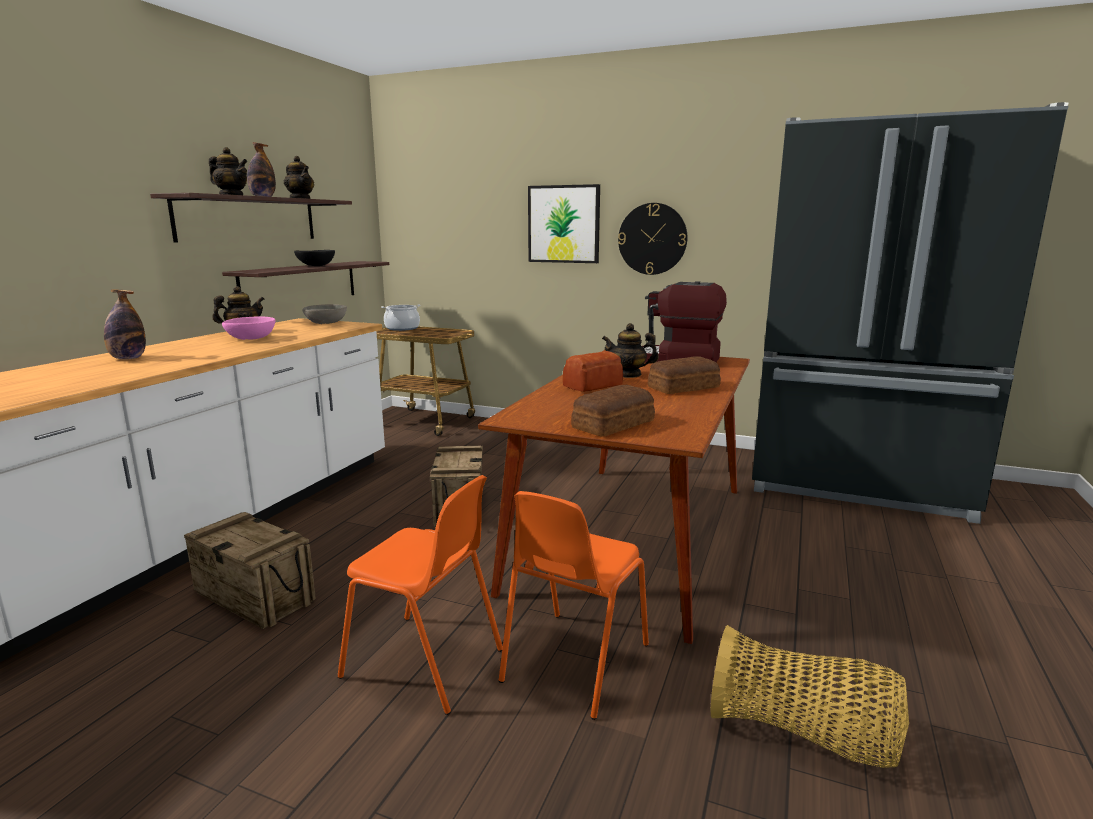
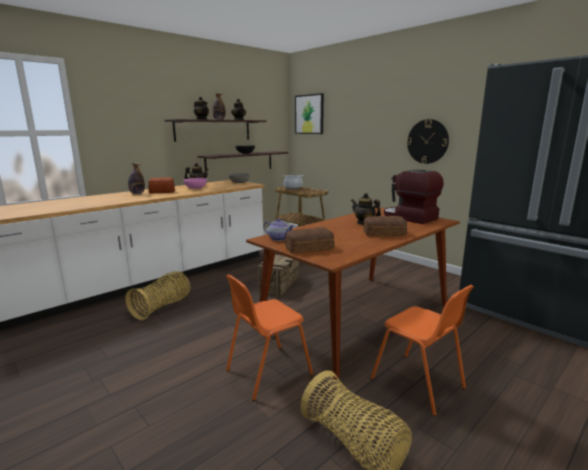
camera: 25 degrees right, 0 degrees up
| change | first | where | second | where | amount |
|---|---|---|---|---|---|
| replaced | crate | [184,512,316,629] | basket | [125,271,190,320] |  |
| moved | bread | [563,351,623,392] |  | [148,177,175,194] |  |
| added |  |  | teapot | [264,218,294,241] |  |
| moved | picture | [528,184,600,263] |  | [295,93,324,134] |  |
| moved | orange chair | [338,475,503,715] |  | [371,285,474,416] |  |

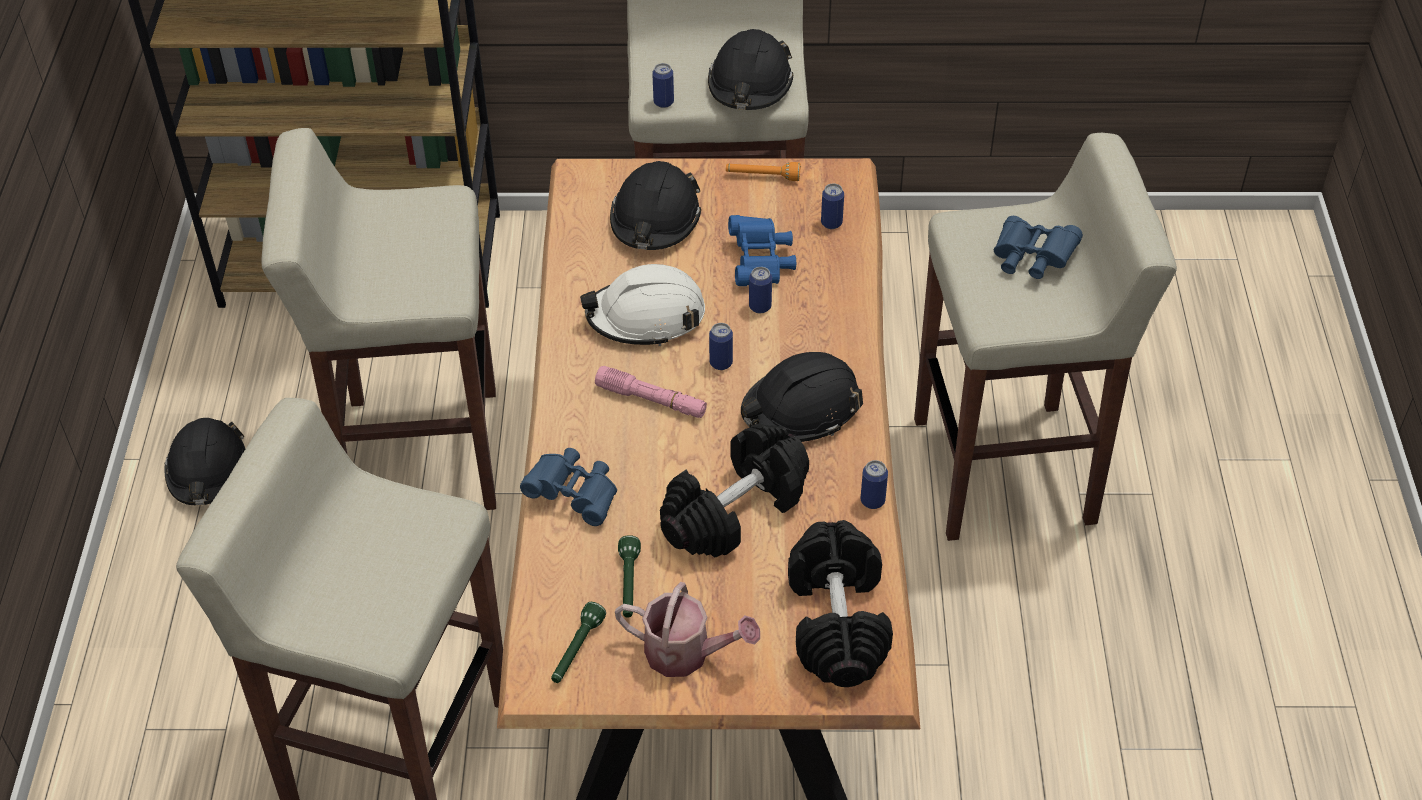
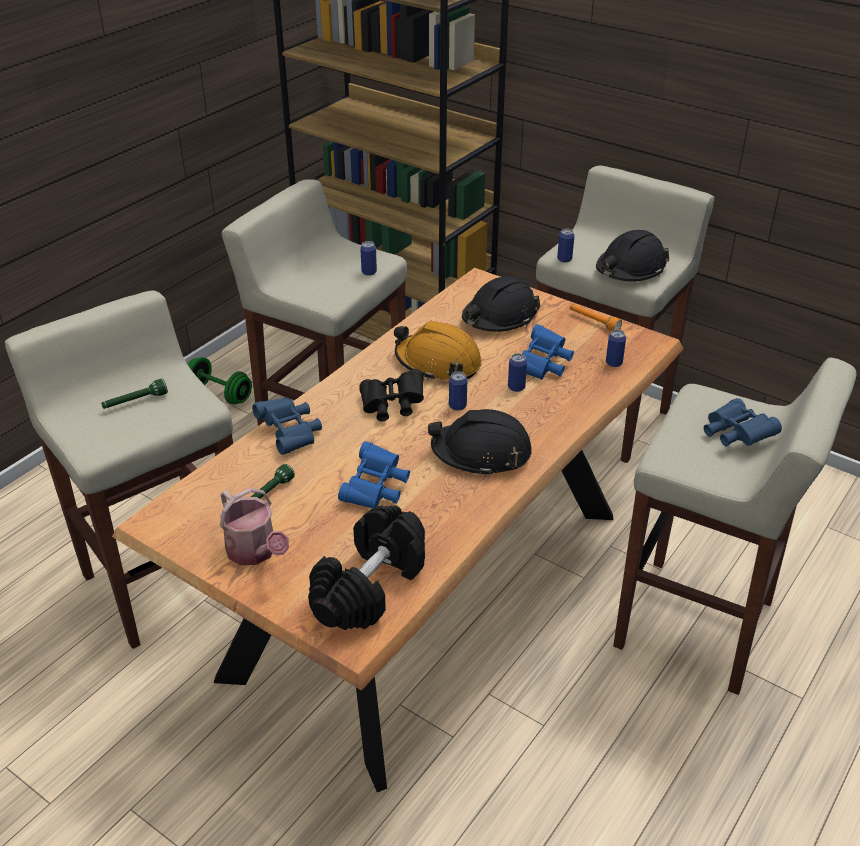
camera: 35 degrees right, 10 degrees down
| change | first | where | second | where | amount |
|---|---|---|---|---|---|
| moved | green flashlight | [551,602,606,683] |  | [101,379,168,409] |  |
| replaced | black hard hat | [164,418,245,505] | green dumbbell | [187,357,252,405] |  |
| replaced | black dumbbell | [660,424,809,558] | blue binoculars | [338,441,410,508] |  |
| moved | can | [861,460,888,509] |  | [360,241,377,276] |  |
| replaced | pink flashlight | [595,366,707,418] | black binoculars | [360,369,424,421] |  |
| recoloured | white hard hat | [580,264,705,346] | orange hard hat | [394,321,482,380] |  |

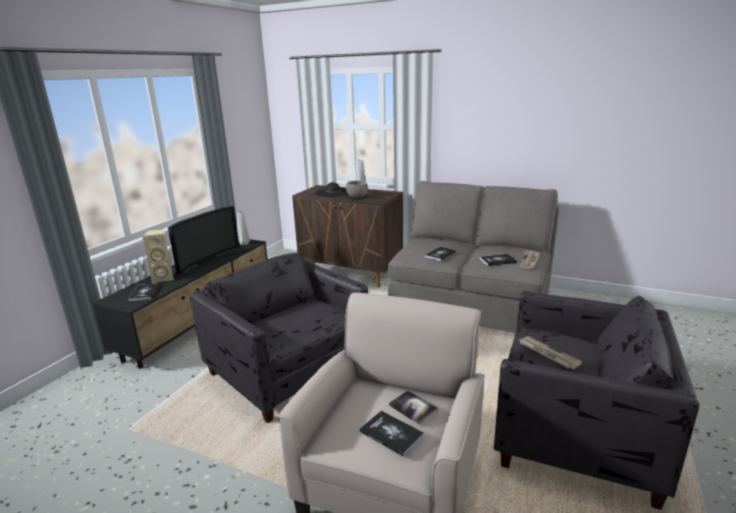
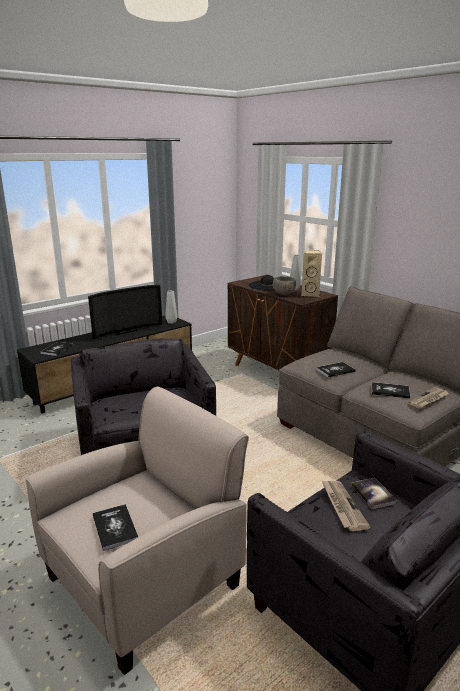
camera: 25 degrees right, 0 degrees up
| change | first | where | second | where | amount |
|---|---|---|---|---|---|
| moved | beige speaker | [142,229,174,283] |  | [301,250,322,297] |  |
| moved | book | [389,390,438,425] |  | [351,478,397,509] |  |

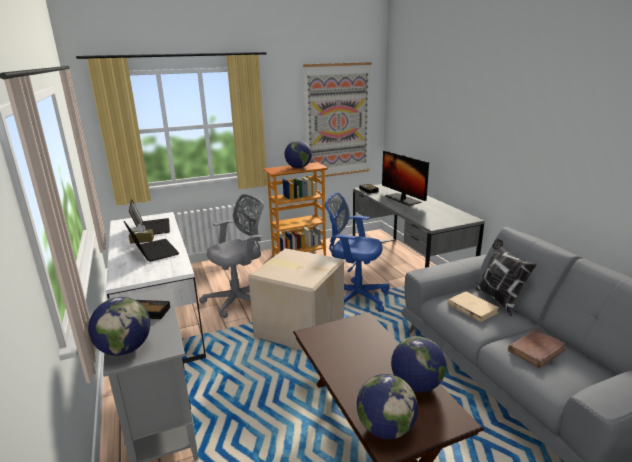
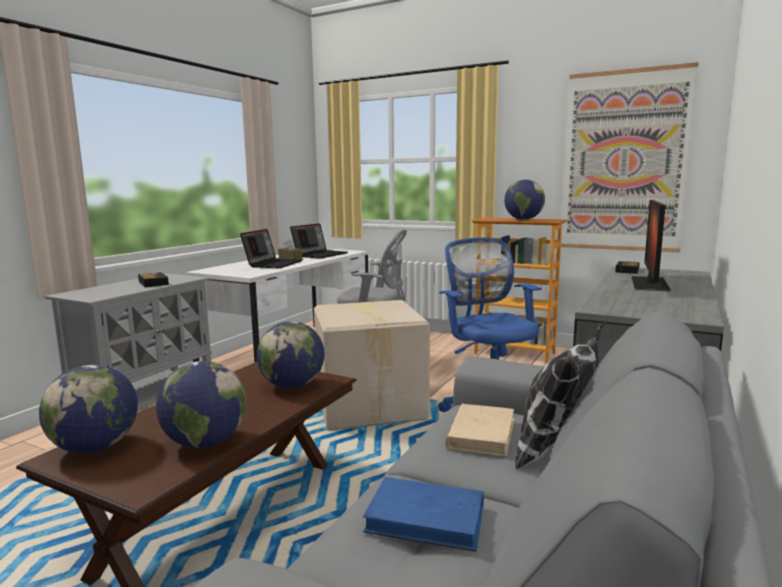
camera: 50 degrees right, 10 degrees down
| change | first | where | second | where | amount |
|---|---|---|---|---|---|
| moved | globe | [88,297,151,356] |  | [257,321,325,389] |  |
| recoloured | brown book | [508,329,567,368] | blue book | [363,477,484,552] |  |

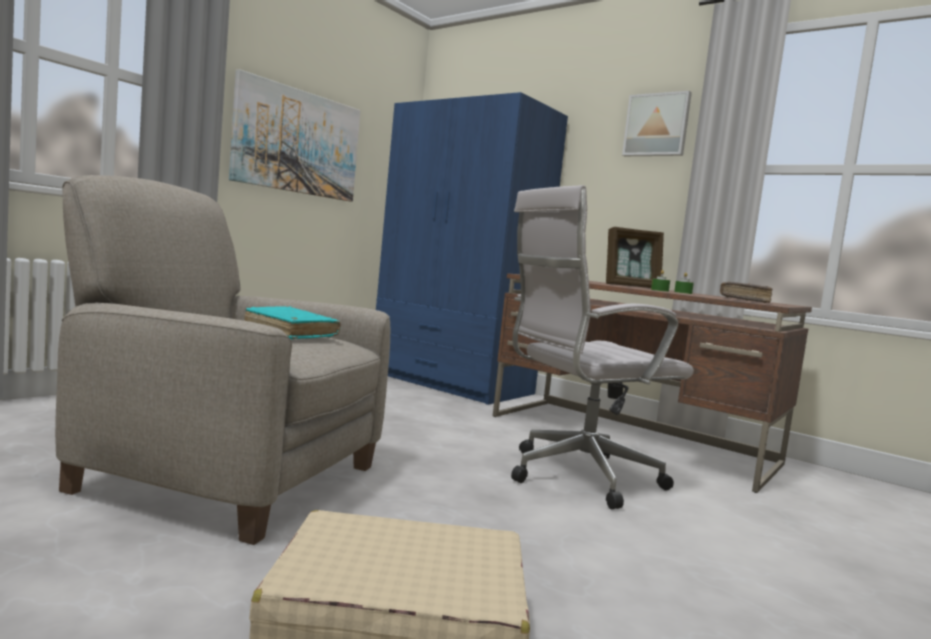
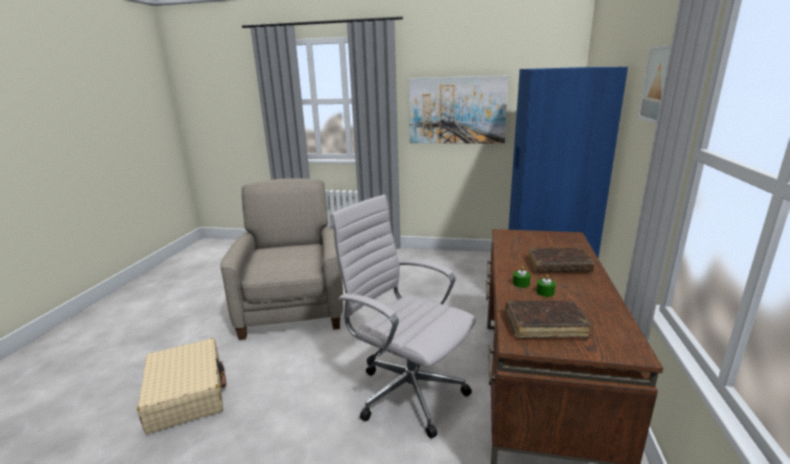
camera: 65 degrees right, 15 degrees up
| change | first | where | second | where | amount |
|---|---|---|---|---|---|
| replaced | picture frame | [606,227,664,288] | brown book | [528,248,595,272] |  |
| removed | turquoise book | [245,306,341,340] |  |  |  |

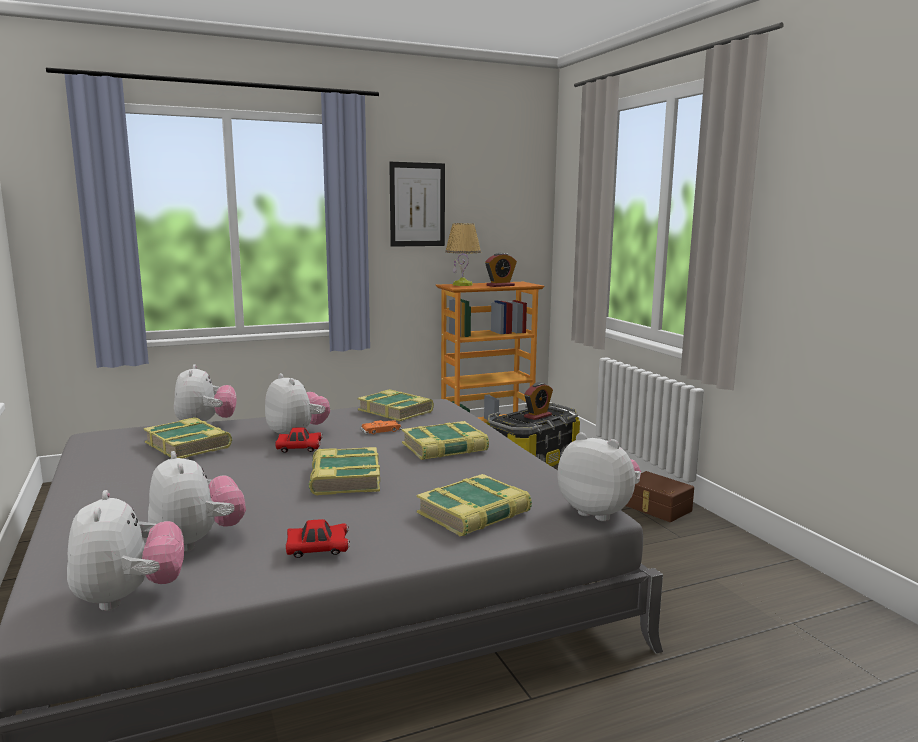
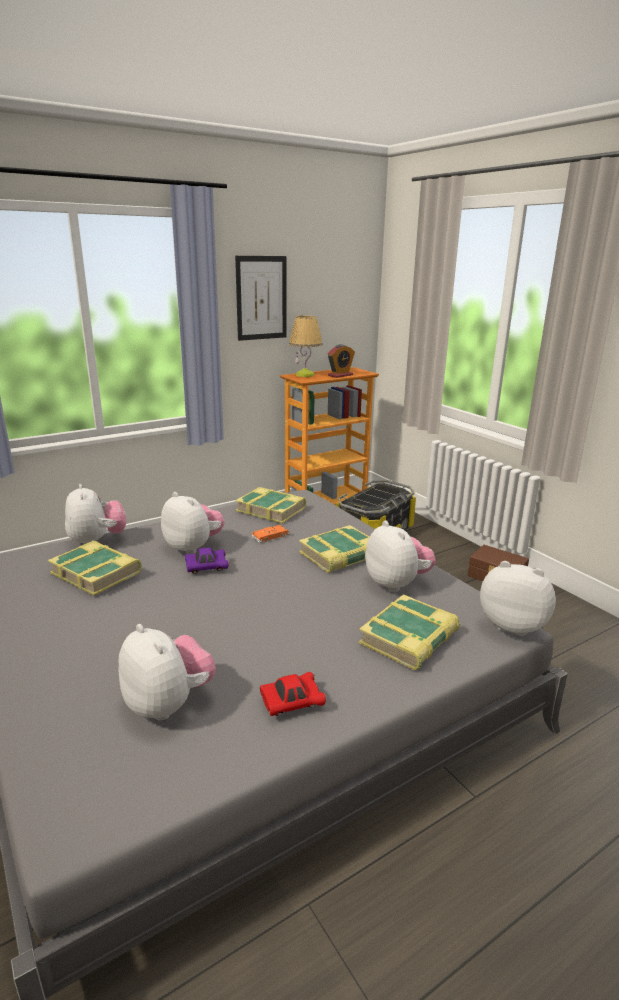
camera: 10 degrees left, 10 degrees up
| change | first | where | second | where | amount |
|---|---|---|---|---|---|
| recoloured | red toy car | [275,427,323,453] | purple toy car | [185,548,229,574] |  |
| moved | plush toy | [67,490,184,611] |  | [365,520,436,592] |  |
| removed | book | [309,447,380,496] |  |  |  |
| removed | alarm clock | [524,382,553,420] |  |  |  |

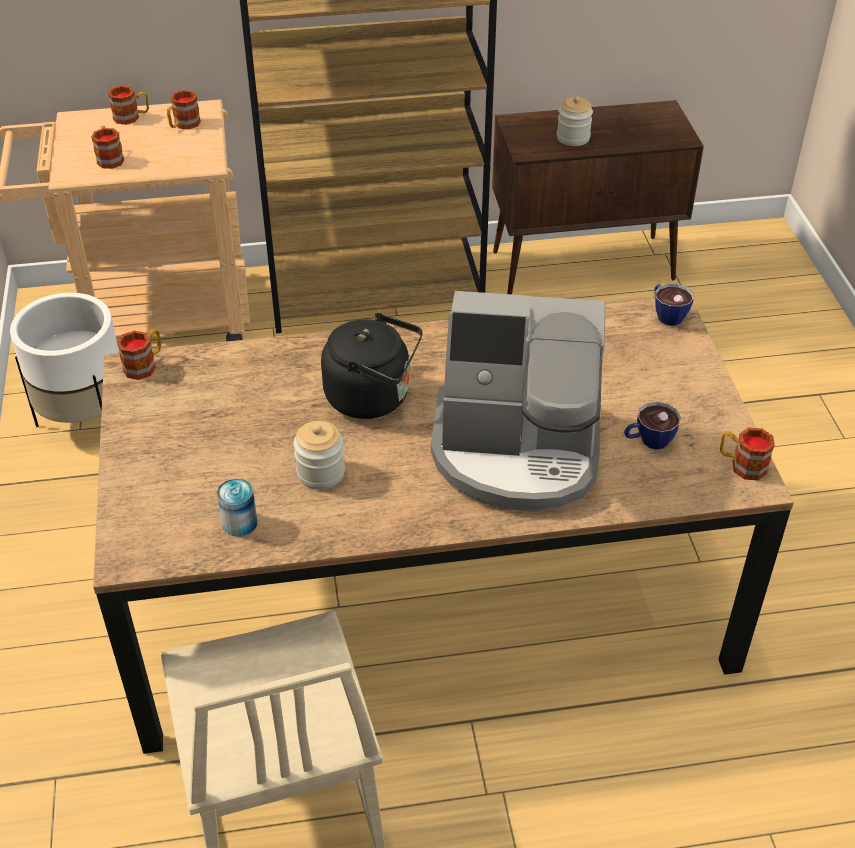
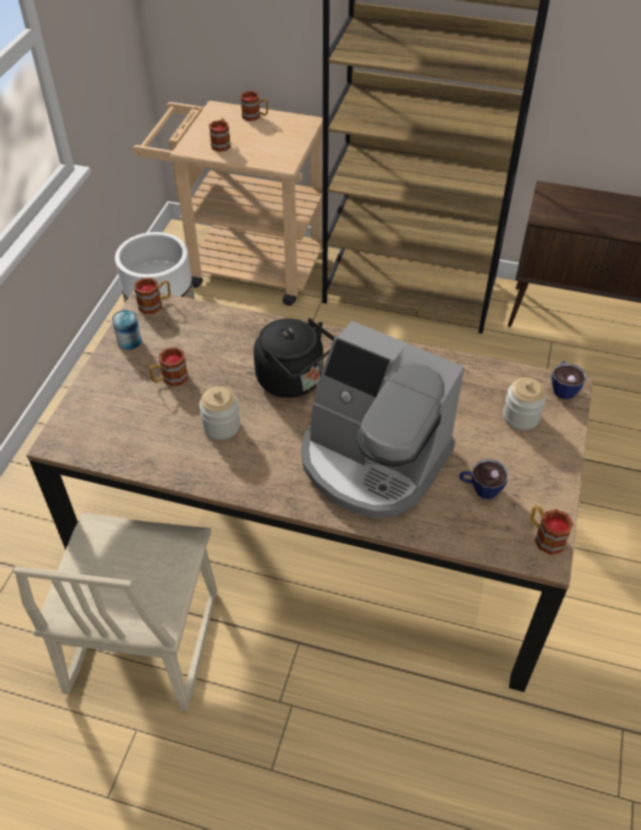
camera: 25 degrees right, 5 degrees up
| change | first | where | second | where | amount |
|---|---|---|---|---|---|
| moved | can | [217,479,258,537] |  | [112,310,142,350] |  |
| moved | mug | [167,90,201,129] |  | [149,347,188,387] |  |
| moved | jar | [557,96,593,146] |  | [503,378,546,430] |  |

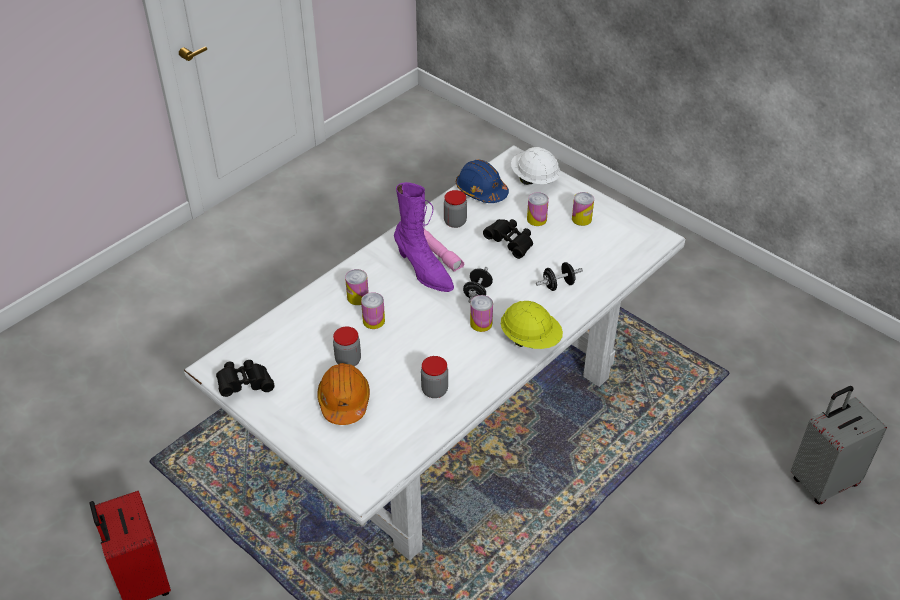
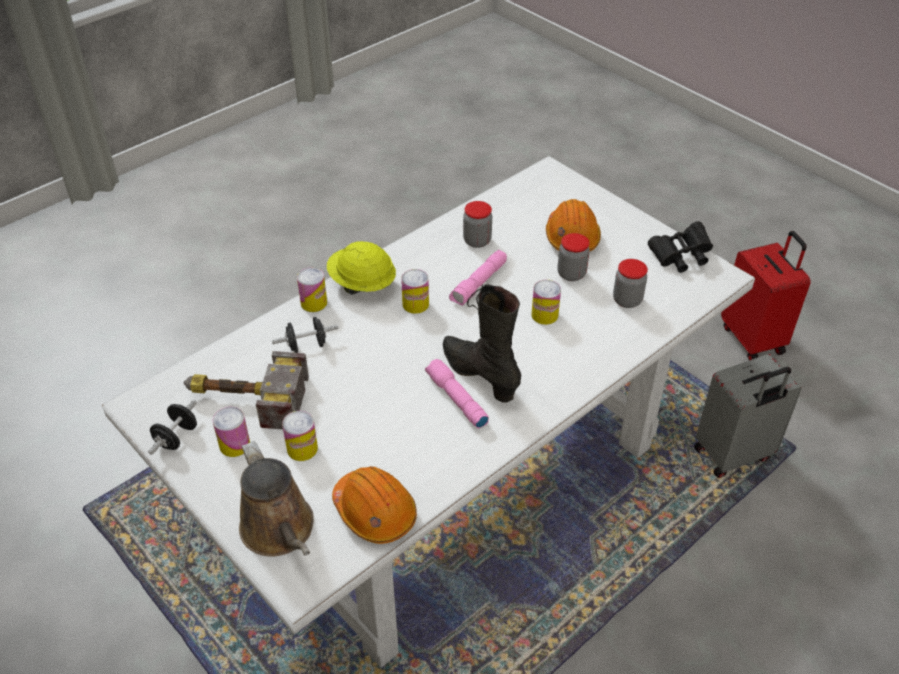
camera: 175 degrees left, 0 degrees up
| change | first | where | second | where | amount |
|---|---|---|---|---|---|
| moved | black dumbbell | [463,267,493,303] |  | [148,400,197,455] |  |
| added |  |  | hammer | [184,351,309,430] |  |
| replaced | white hard hat | [511,147,560,185] | brown watering can | [239,441,314,557] |  |
| moved | can | [345,269,369,305] |  | [297,268,327,312] |  |
| recoloured | blue hard hat | [456,160,509,203] | orange hard hat | [332,466,417,544] |  |
| recoloured | purple boot | [394,182,454,292] | black boot | [443,284,521,402] |  |
| added |  |  | pink flashlight | [449,250,507,306] |  |
| moved | jar | [444,190,467,228] |  | [613,259,648,308] |  |
| moved | grey suitcase | [791,386,887,504] |  | [694,354,802,478] |  |
| removed | black binoculars | [483,219,533,259] |  |  |  |

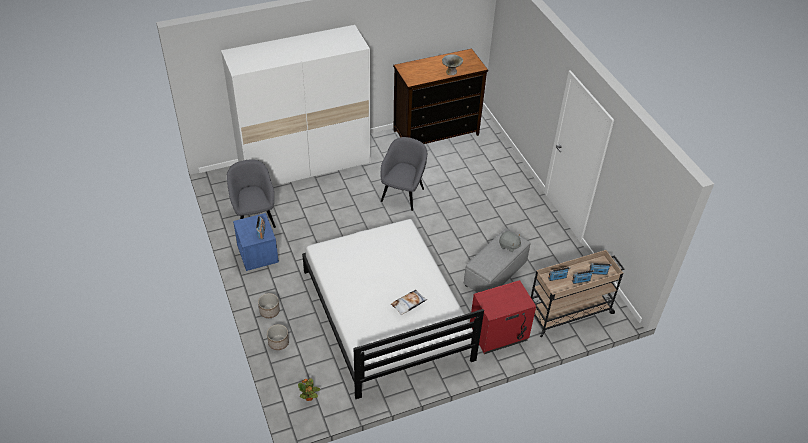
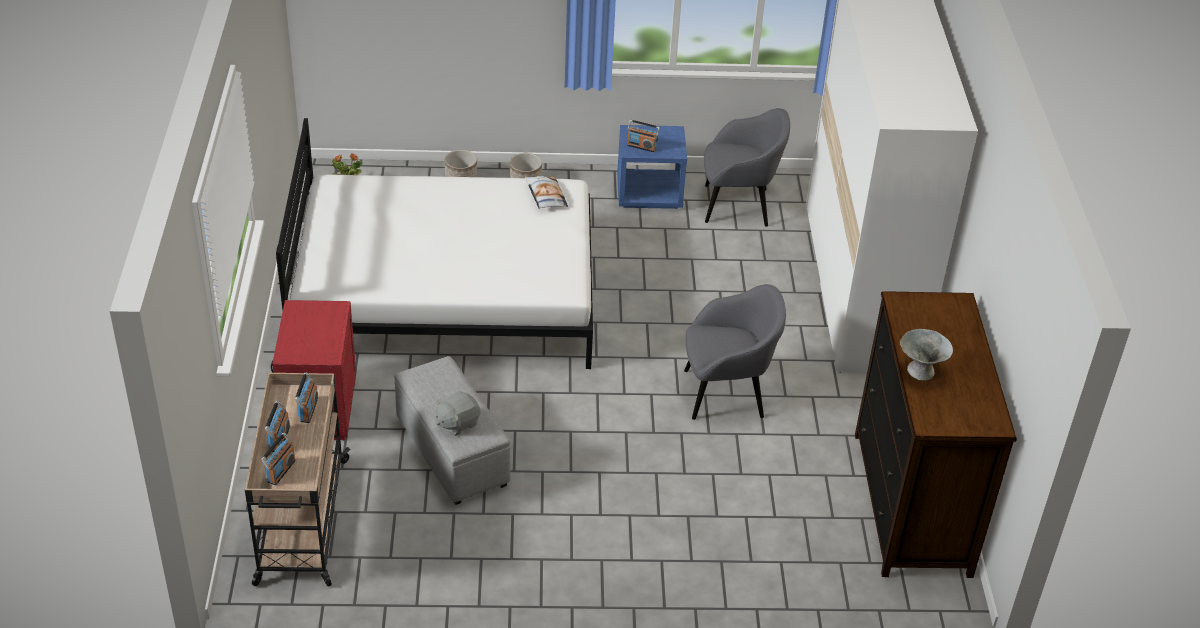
camera: 110 degrees right, 5 degrees down
| change | first | where | second | where | amount |
|---|---|---|---|---|---|
| moved | pillow | [391,290,427,315] |  | [525,176,568,209] |  |
| turned | grey armchair | [380,137,427,211] |  | [684,284,786,420] | 45 degrees counterclockwise |

